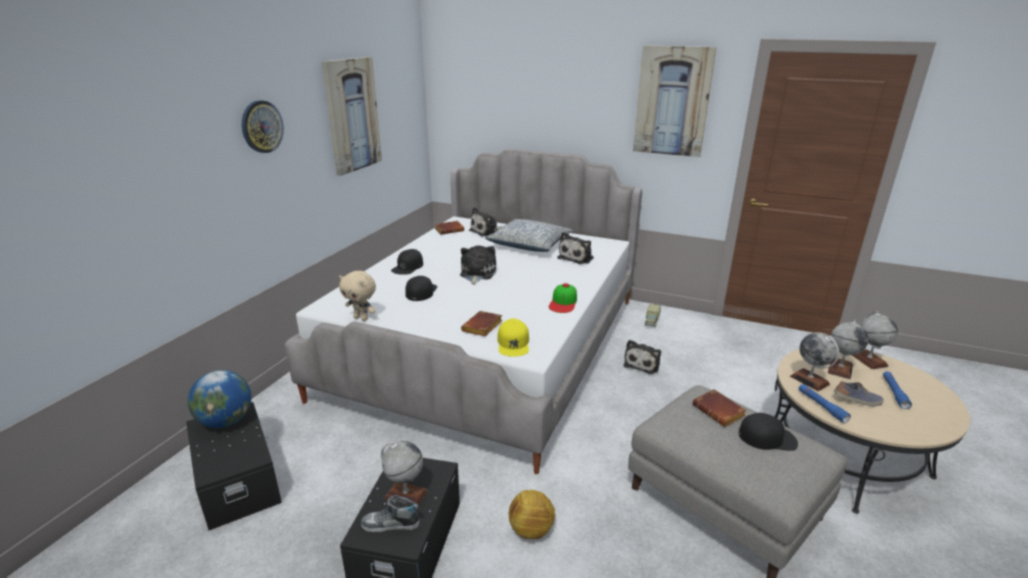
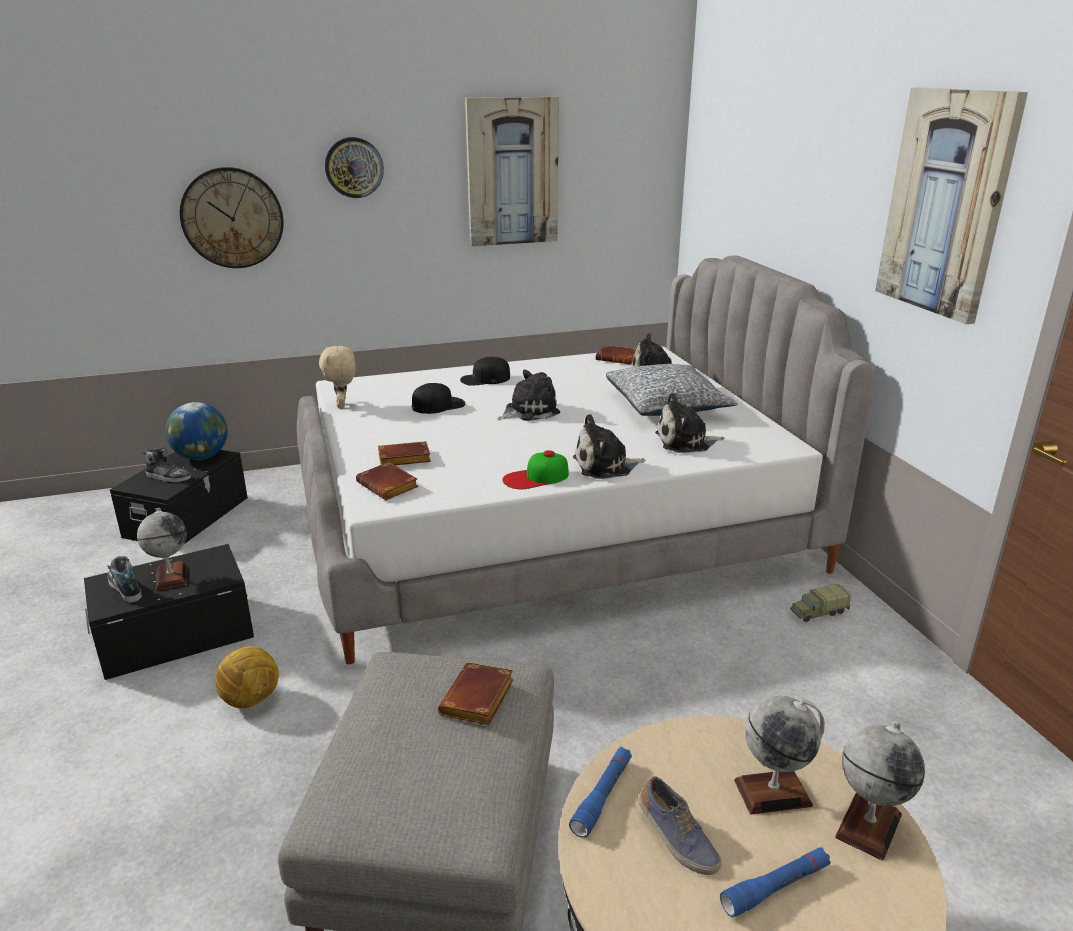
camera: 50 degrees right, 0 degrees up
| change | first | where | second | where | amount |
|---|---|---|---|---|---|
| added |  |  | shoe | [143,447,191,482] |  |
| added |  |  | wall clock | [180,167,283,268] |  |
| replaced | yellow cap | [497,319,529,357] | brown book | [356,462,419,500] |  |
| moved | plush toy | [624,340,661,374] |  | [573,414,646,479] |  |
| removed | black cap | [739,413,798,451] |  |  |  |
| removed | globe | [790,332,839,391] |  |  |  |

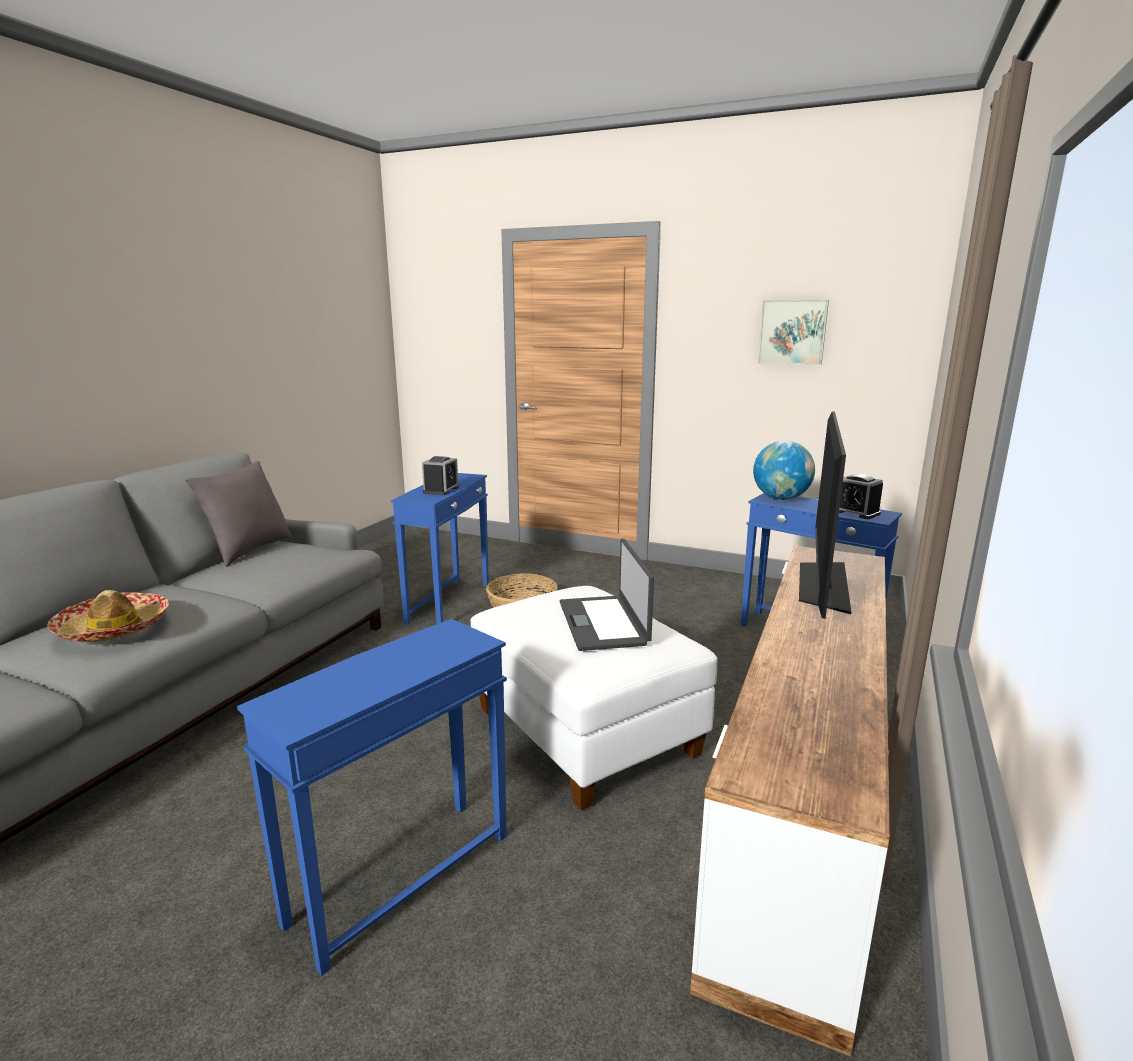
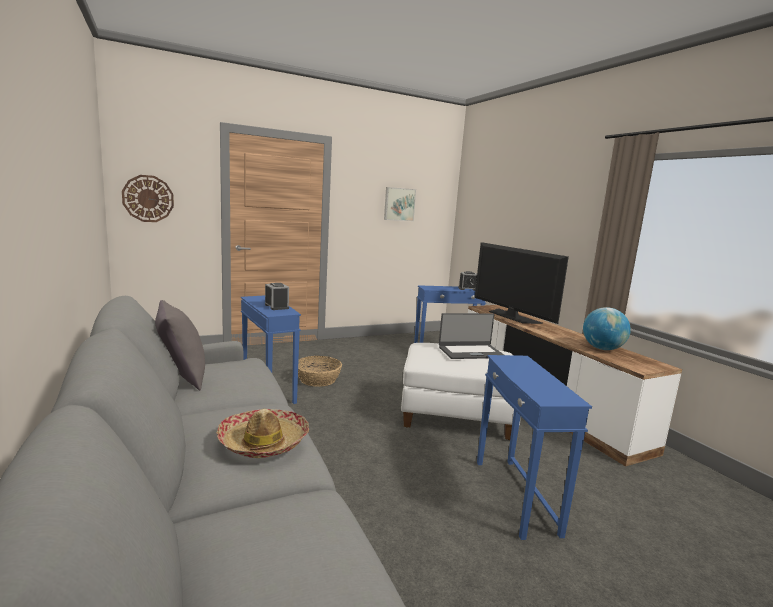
camera: 50 degrees left, 5 degrees down
| change | first | where | second | where | amount |
|---|---|---|---|---|---|
| added |  |  | wall clock | [122,175,174,222] |  |
| turned | laptop | [560,538,654,651] |  | [439,313,504,359] | 45 degrees counterclockwise |
| moved | globe | [753,441,815,500] |  | [583,307,631,350] |  |

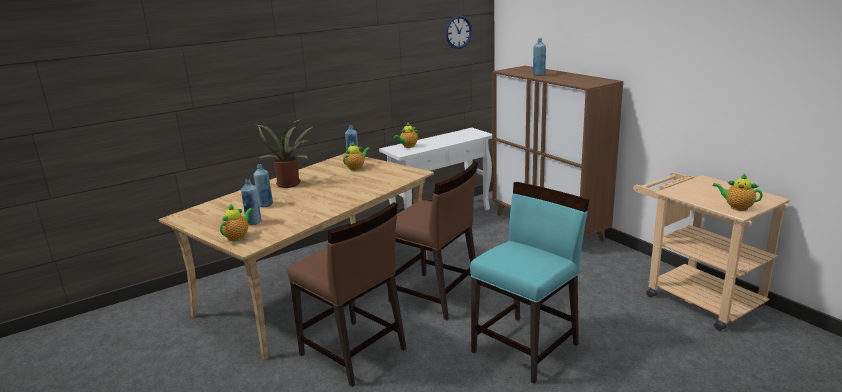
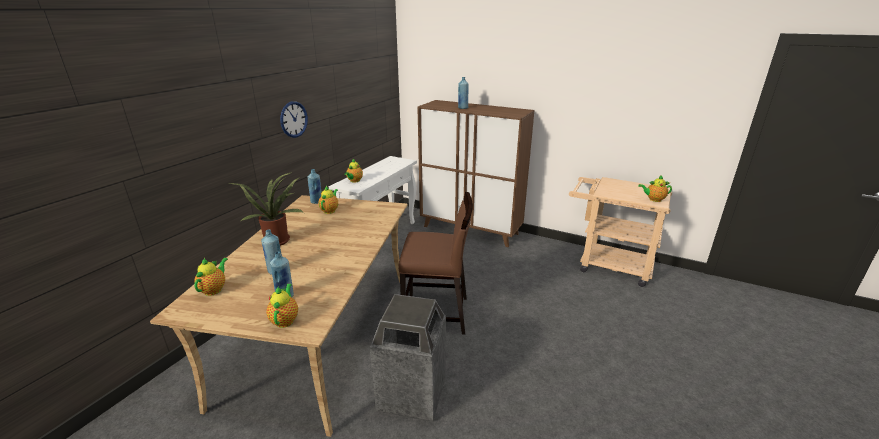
camera: 30 degrees left, 5 degrees up
| change | first | where | second | where | amount |
|---|---|---|---|---|---|
| added |  |  | teapot | [194,258,228,296] |  |
| moved | wall clock | [446,16,472,49] |  | [280,101,308,138] |  |
| replaced | brown chair | [287,202,406,387] | trash can | [370,294,446,422] |  |
| removed | turquoise chair | [470,182,589,383] |  |  |  |

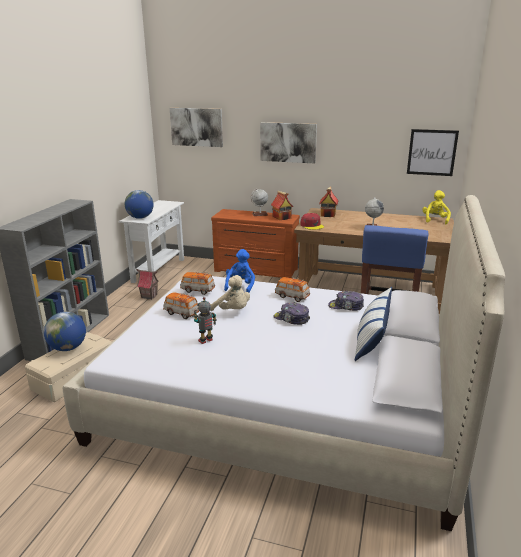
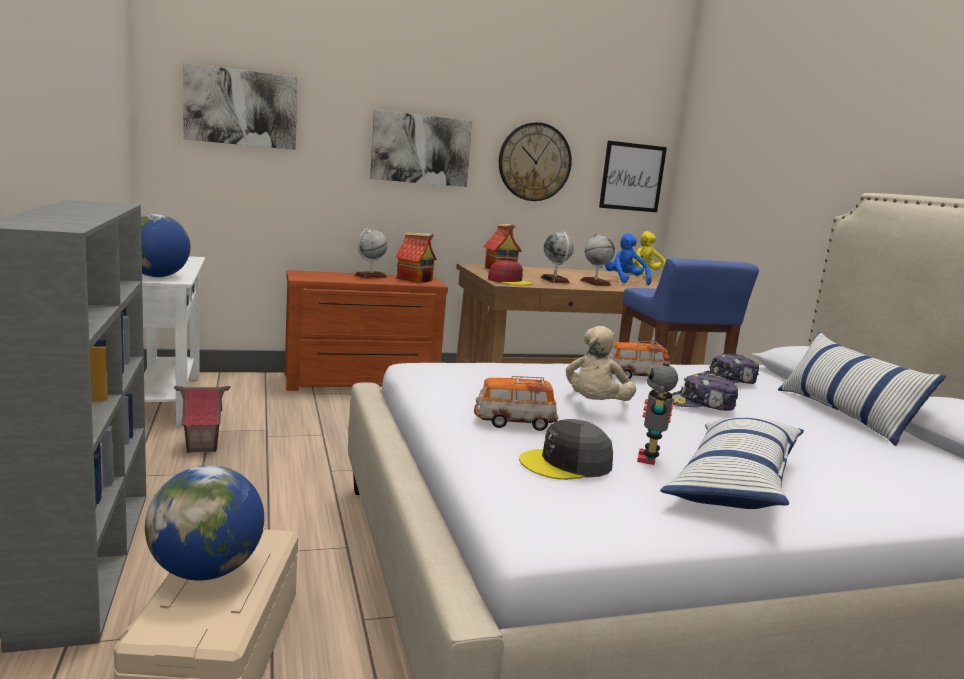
camera: 35 degrees left, 10 degrees down
| change | first | where | second | where | amount |
|---|---|---|---|---|---|
| added |  |  | wall clock | [499,122,572,201] |  |
| added |  |  | grey cap | [519,419,613,480] |  |
| added |  |  | globe | [540,232,574,283] |  |
| turned | beige plush toy | [210,275,250,311] |  | [566,326,636,401] | 105 degrees clockwise |
| moved | blue plush toy | [224,249,255,293] |  | [605,233,652,285] |  |
| added |  |  | pillow | [660,418,804,509] |  |
| removed | toy car | [180,272,215,295] |  |  |  |

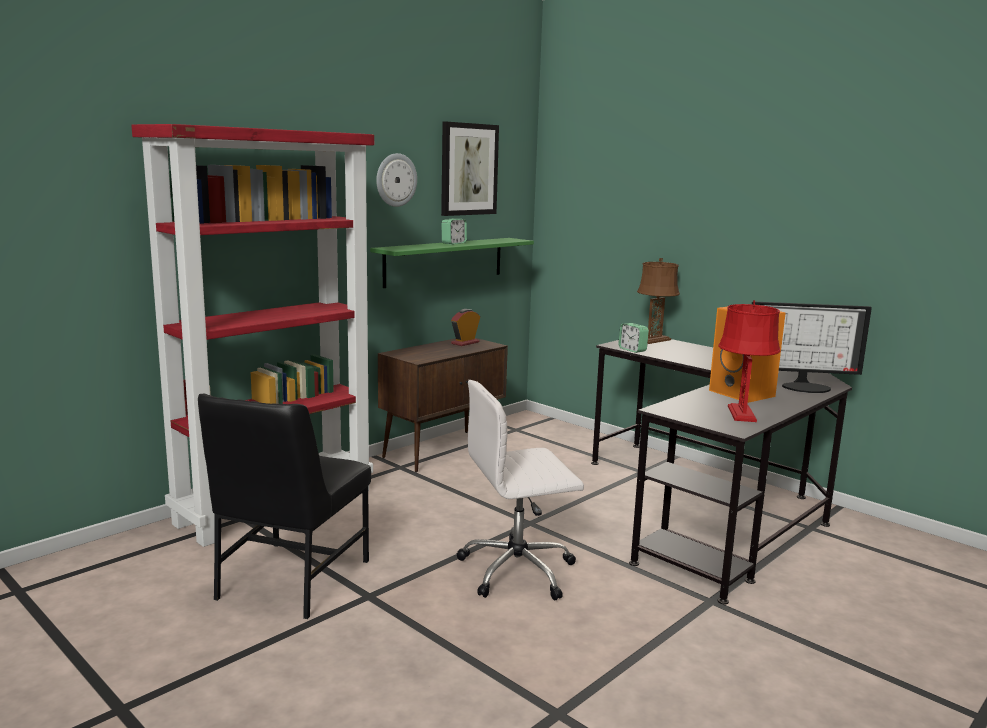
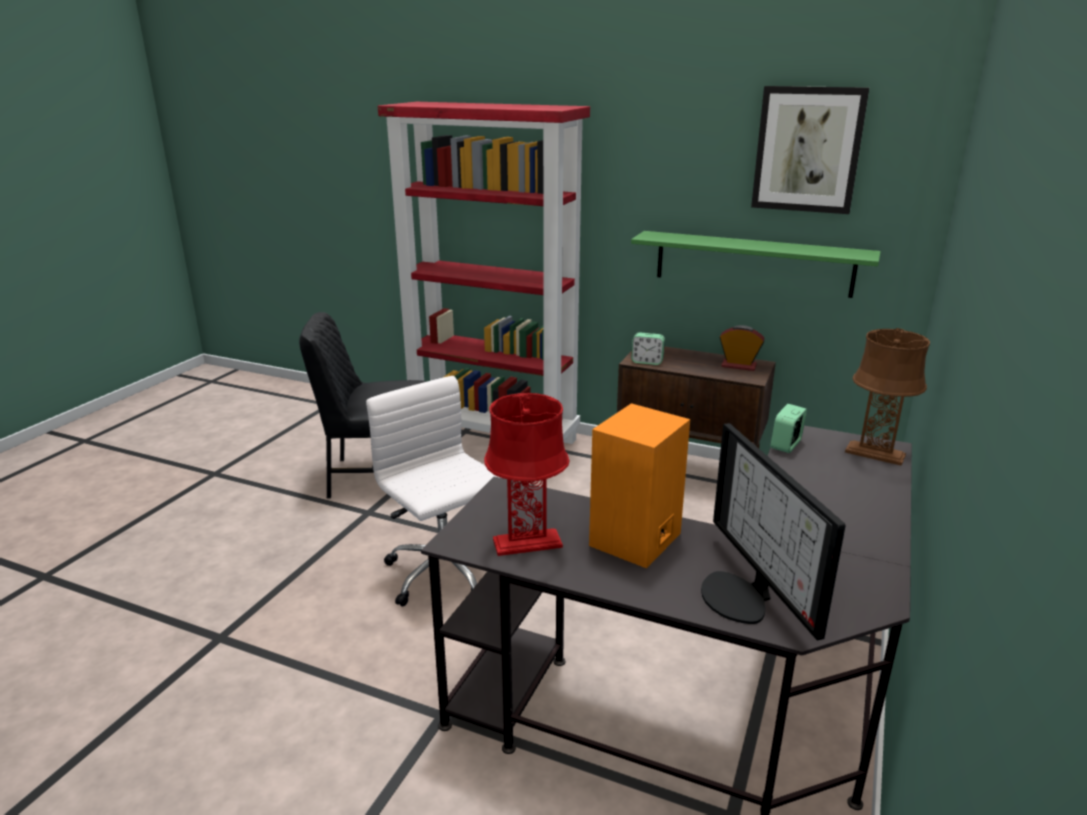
camera: 70 degrees right, 10 degrees up
| change | first | where | second | where | amount |
|---|---|---|---|---|---|
| moved | alarm clock | [442,219,467,245] |  | [631,332,665,365] |  |
| removed | wall clock | [376,153,417,207] |  |  |  |

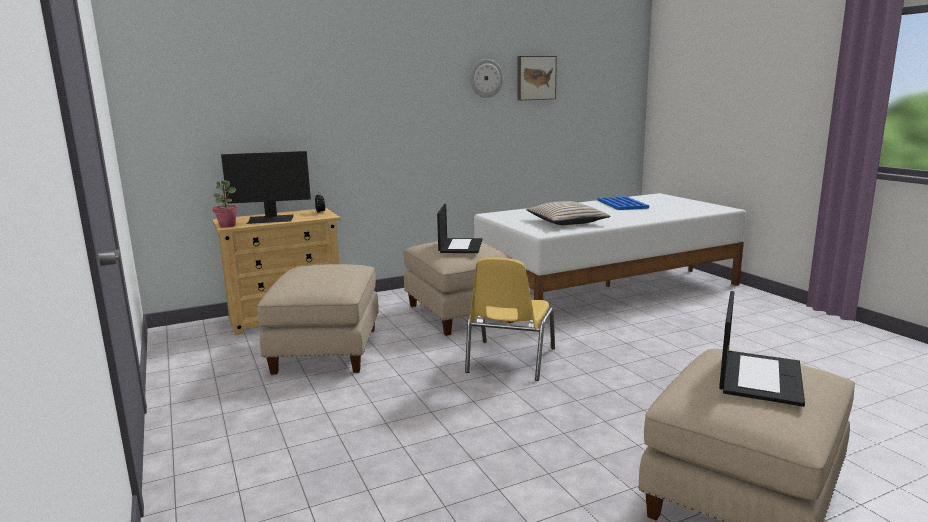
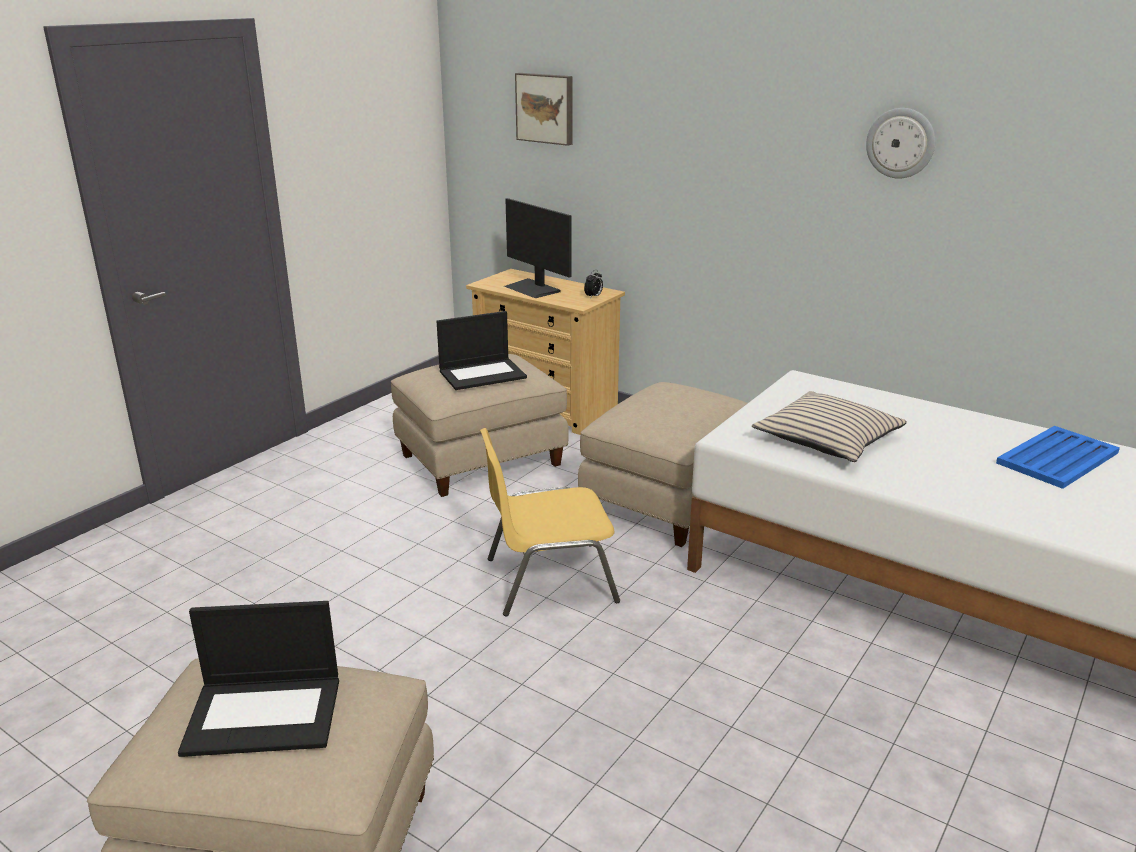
camera: 60 degrees right, 10 degrees up
| change | first | where | second | where | amount |
|---|---|---|---|---|---|
| moved | laptop | [437,204,482,253] |  | [437,311,527,390] |  |
| moved | picture | [518,56,557,100] |  | [515,73,573,146] |  |
| removed | potted plant | [212,180,238,228] |  |  |  |

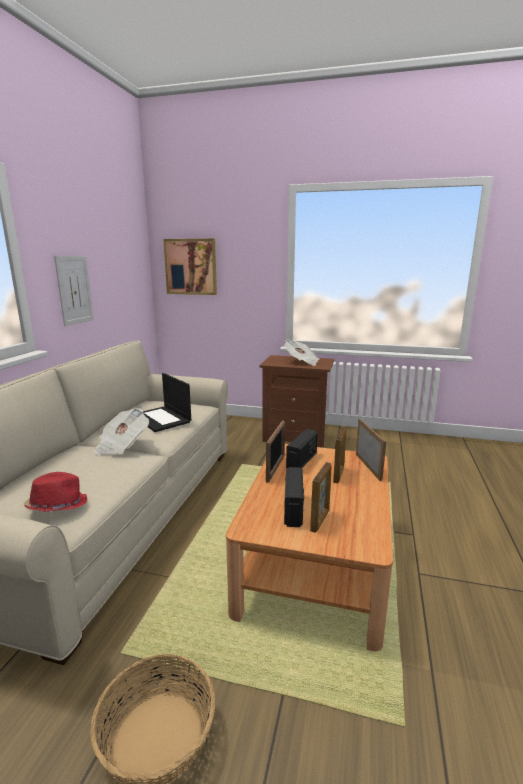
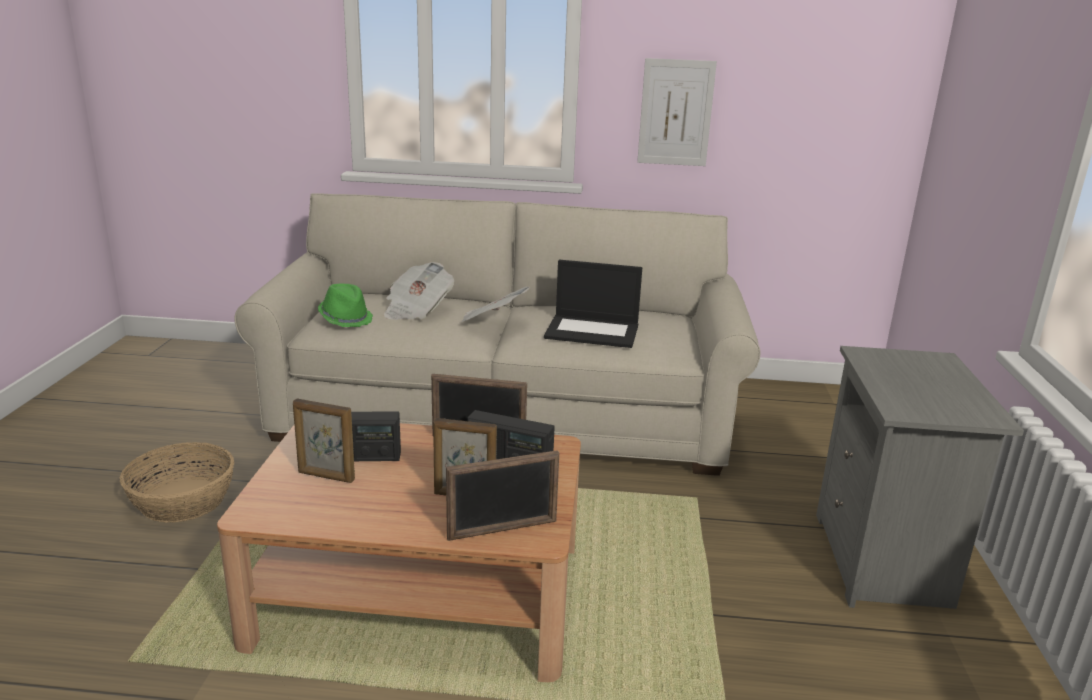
camera: 80 degrees right, 5 degrees up
| change | first | where | second | where | amount |
|---|---|---|---|---|---|
| recoloured | red hat | [24,472,87,512] | green hat | [318,283,373,327] |  |
| moved | newspaper | [284,339,319,366] |  | [384,262,454,320] |  |
| turned | laptop | [143,373,191,432] |  | [544,260,642,348] | 120 degrees counterclockwise |
| recoloured | brown nightstand | [260,355,334,448] | grey nightstand | [816,346,1024,609] |  |
| removed | picture | [163,239,217,295] |  |  |  |

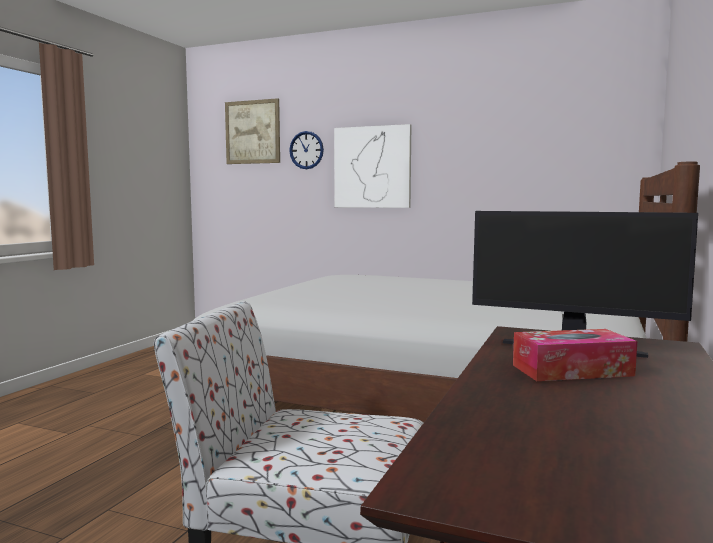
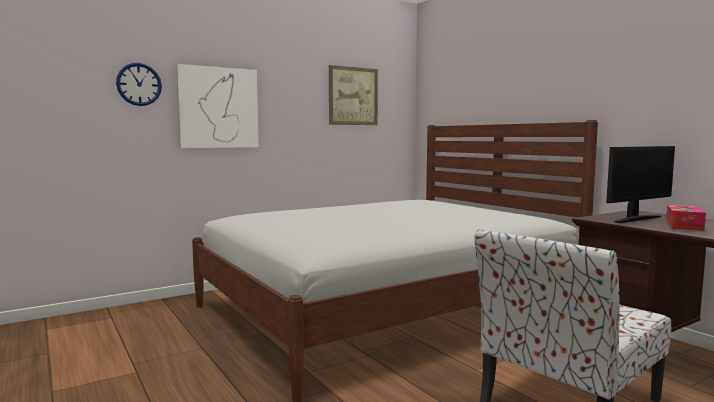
camera: 55 degrees left, 0 degrees up
| change | first | where | second | where | amount |
|---|---|---|---|---|---|
| moved | picture | [225,98,280,164] |  | [329,65,378,125] |  |

